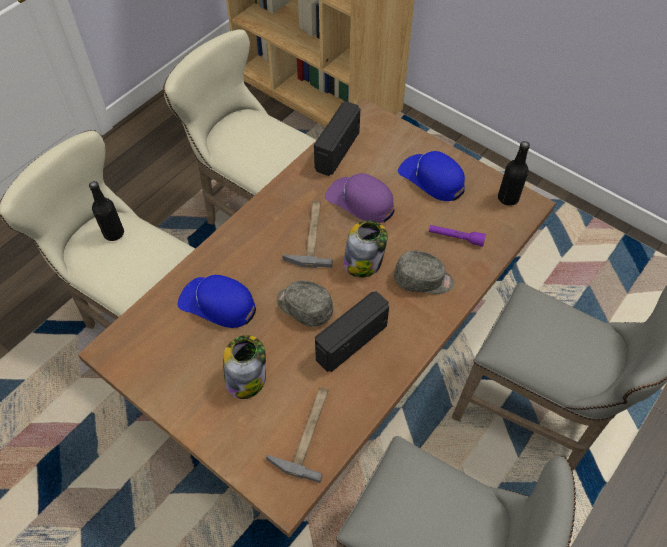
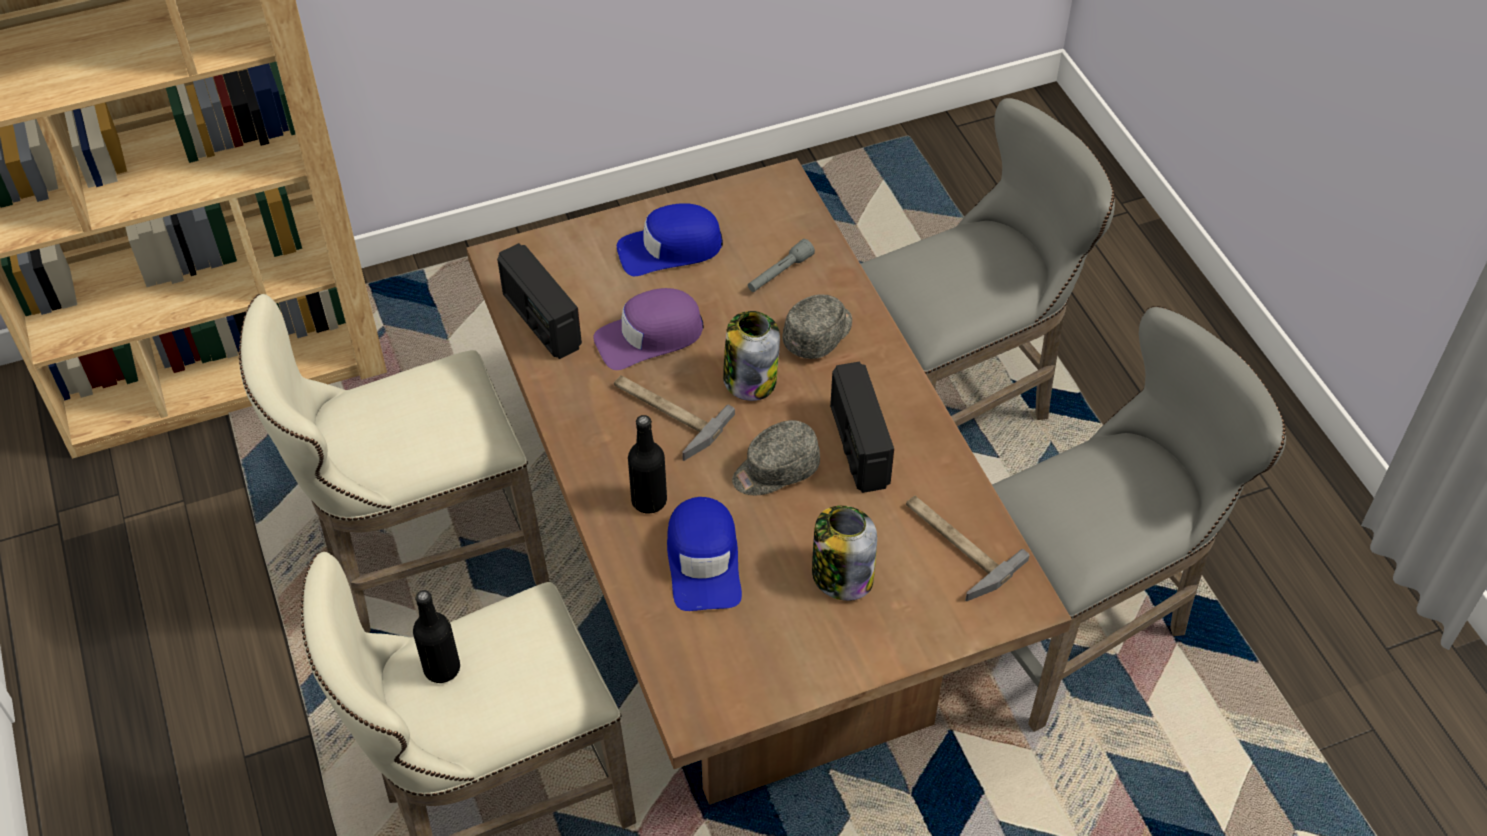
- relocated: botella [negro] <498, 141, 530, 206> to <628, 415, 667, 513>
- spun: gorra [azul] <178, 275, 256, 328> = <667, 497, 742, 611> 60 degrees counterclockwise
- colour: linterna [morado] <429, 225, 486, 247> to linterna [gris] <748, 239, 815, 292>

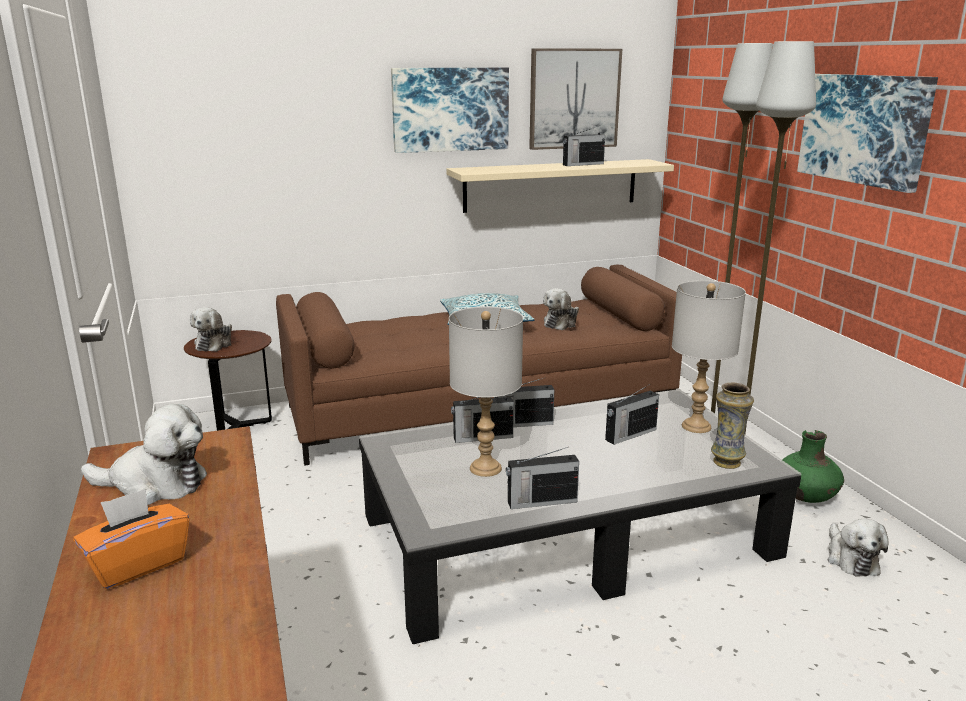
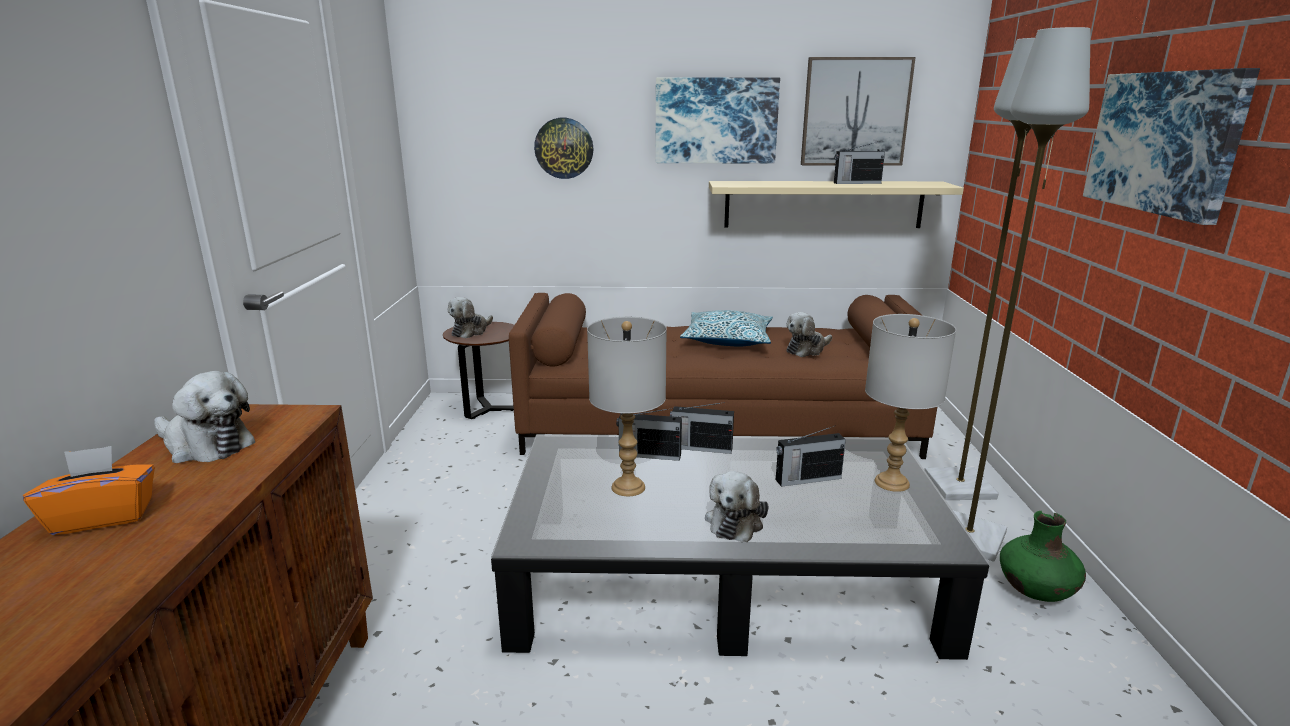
- appeared: reloj de pared <534, 118, 593, 179>
- relocated: peluche <827, 519, 888, 577> to <705, 471, 769, 542>
- missing: radio <506, 447, 579, 509>
- missing: florero <711, 383, 754, 469>

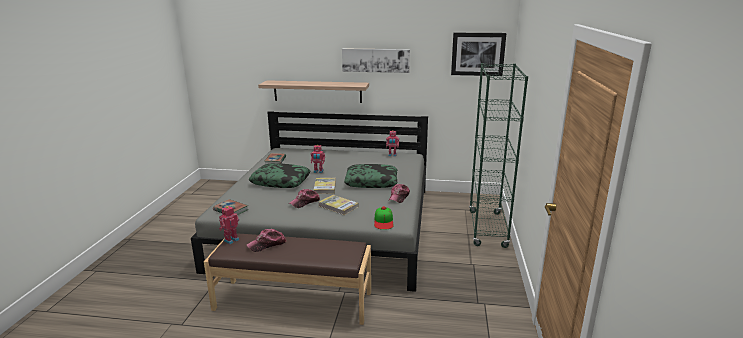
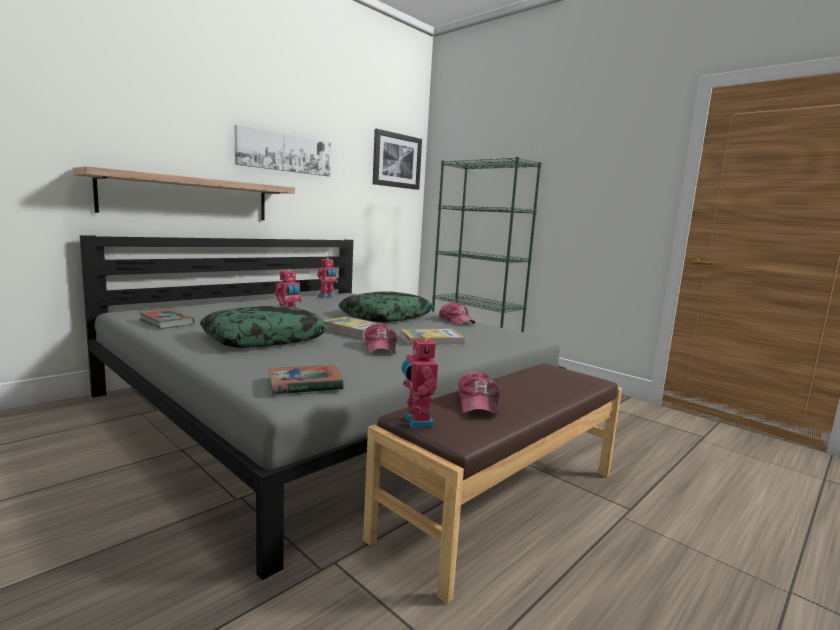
- missing: gorra <374, 206, 394, 230>

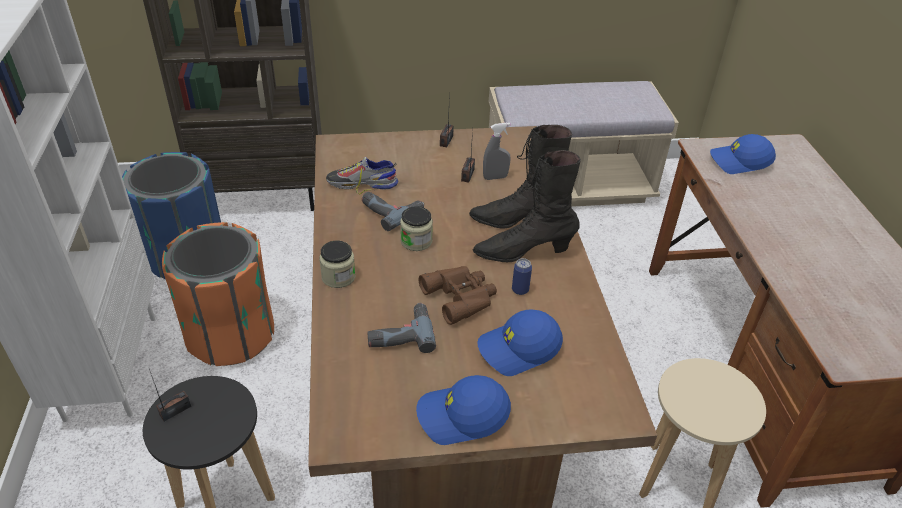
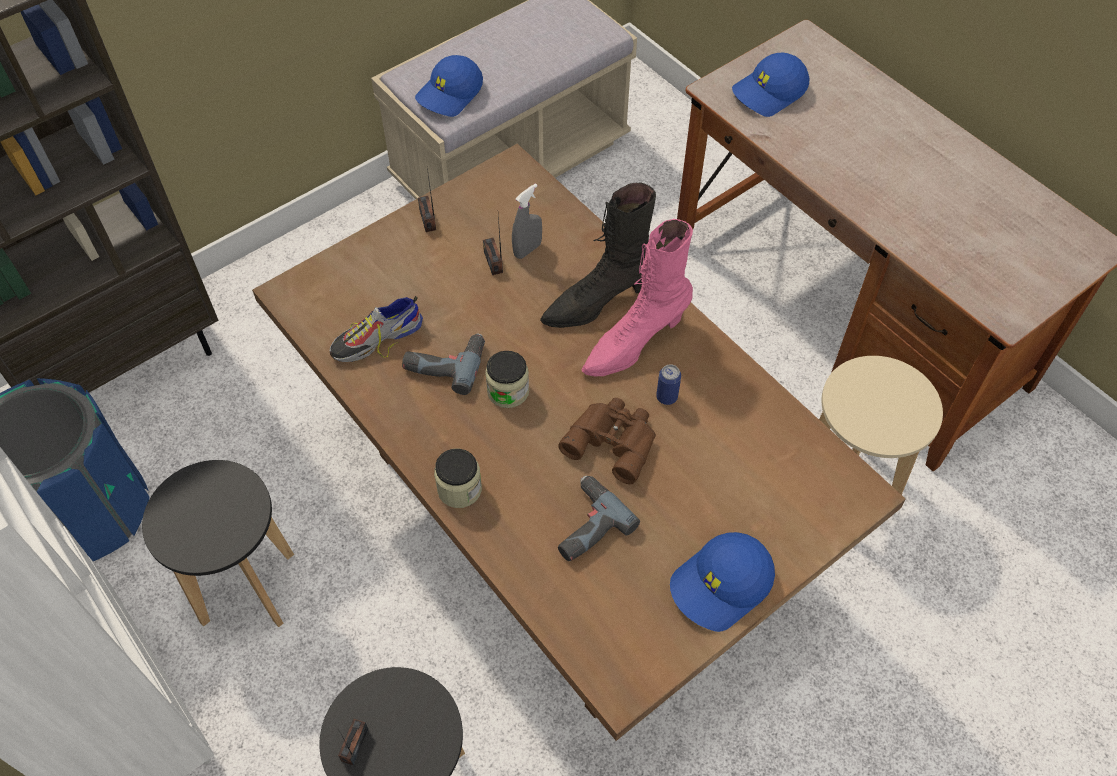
- exchanged: papelera [naranja] <162, 222, 274, 366> to taburete [negro] <142, 460, 294, 627>
- relocated: gorra [azul] <477, 309, 563, 376> to <415, 55, 483, 117>
- colour: bota [negro] <473, 150, 581, 262> to bota [rosa] <582, 219, 693, 377>

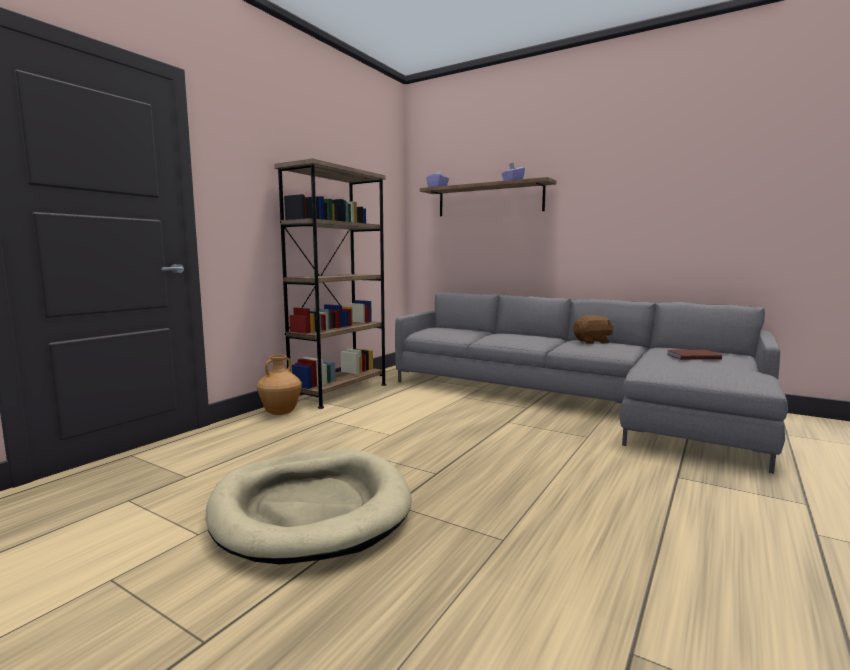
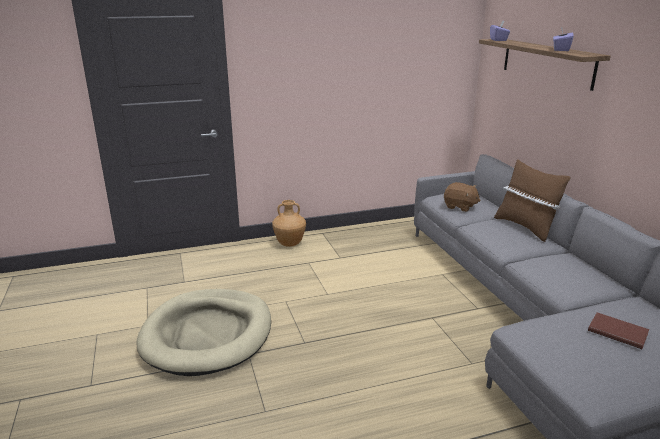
- relocated: peluche [marrón] <573, 315, 614, 344> to <444, 182, 481, 212>
- appeared: cojín [marrón] <494, 159, 571, 242>
- missing: estantería [marrón] <275, 158, 386, 409>

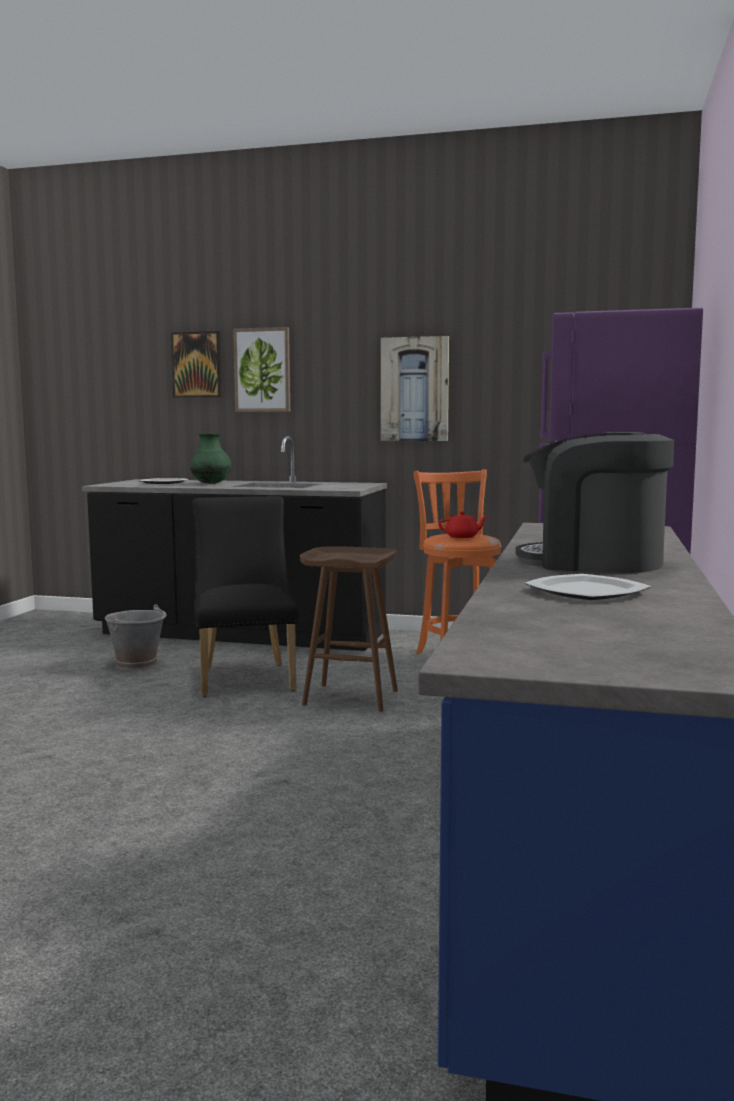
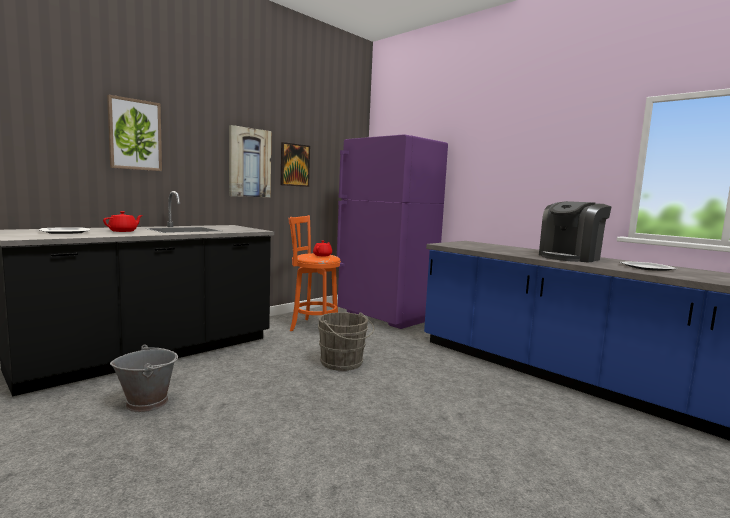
- exchanged: florero [verde] <190, 434, 231, 484> to tetera [rojo] <103, 211, 143, 232>
- relocated: cuadro <171, 331, 222, 398> to <281, 142, 310, 187>
- exchanged: taburete [marrón] <300, 546, 398, 712> to cubo [gris] <318, 312, 374, 371>
- missing: silla [negro] <192, 496, 299, 697>

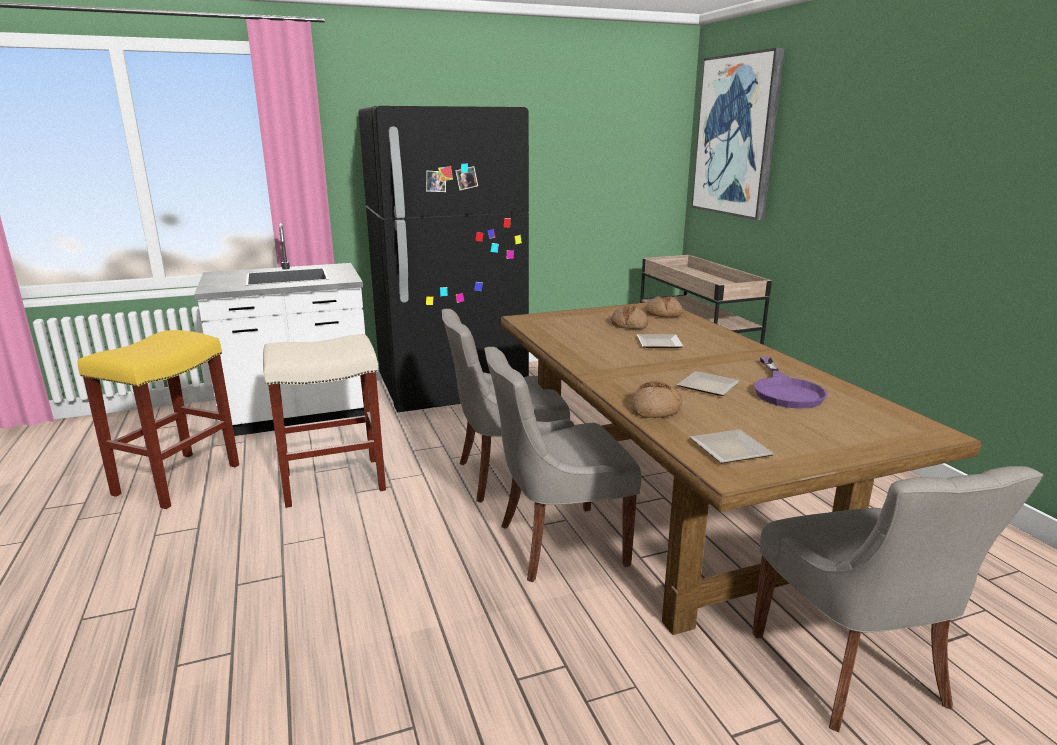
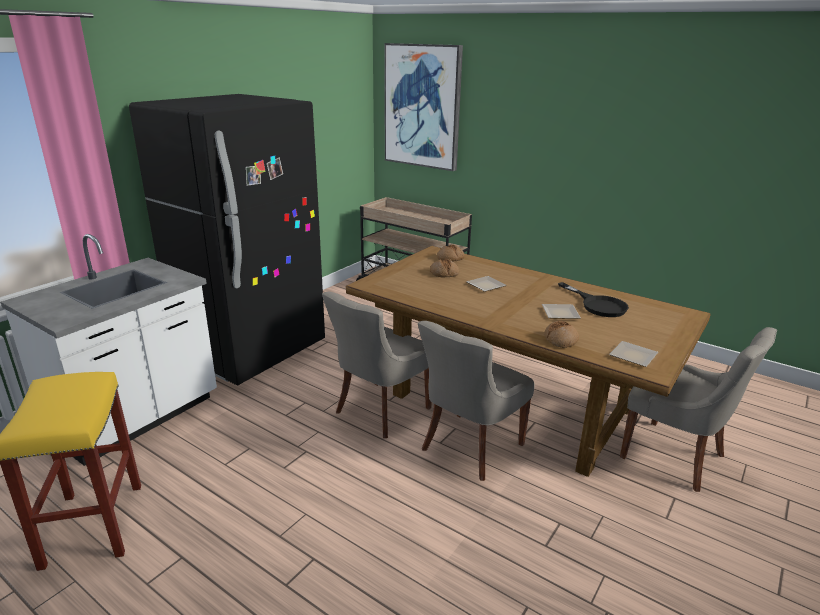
- colour: sartén [morado] <754, 357, 828, 409> to sartén [negro] <558, 282, 629, 317>
- missing: taburete [beis] <263, 334, 386, 508>

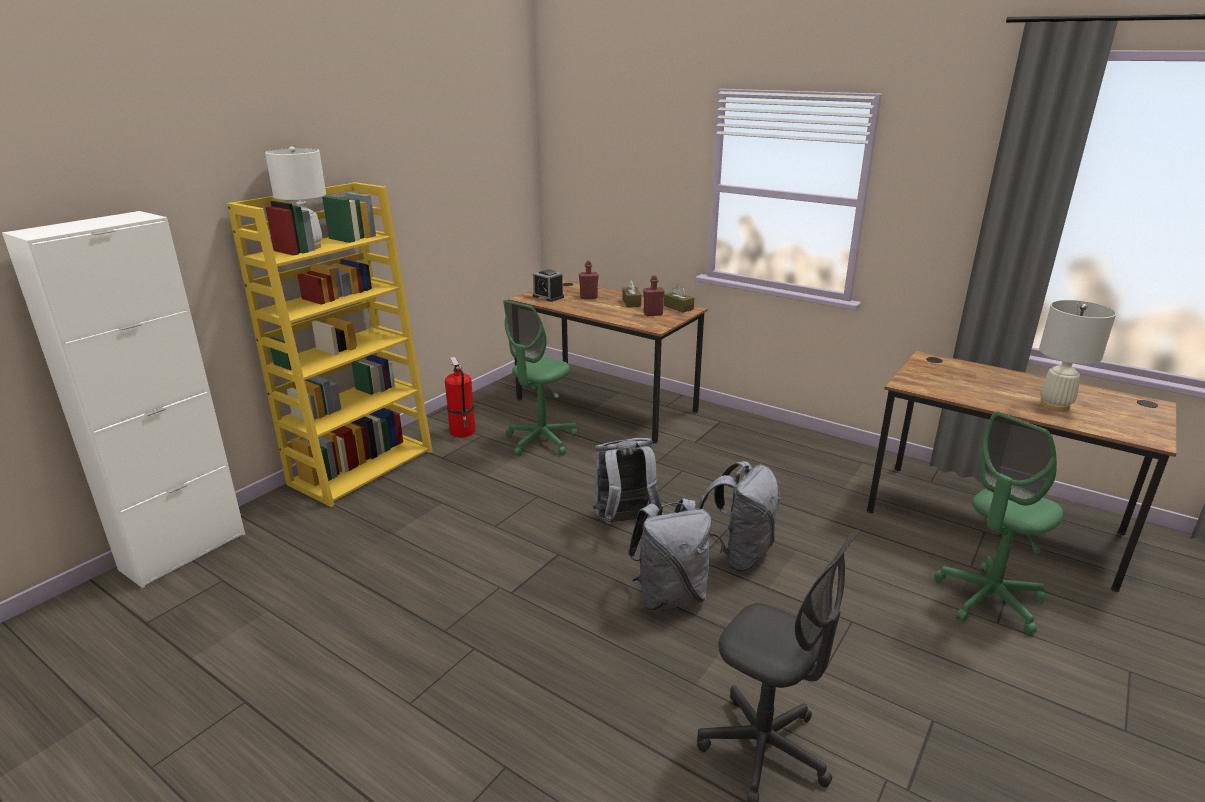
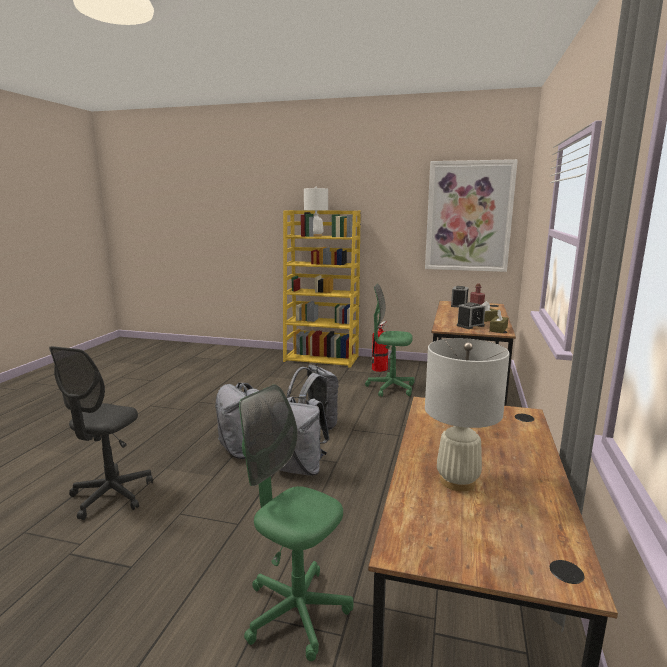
- appeared: cuadro <425, 159, 518, 272>
- exchanged: botella [rojo] <643, 275, 665, 316> to despertador <457, 302, 485, 329>
- missing: armario [blanco] <2, 211, 245, 588>

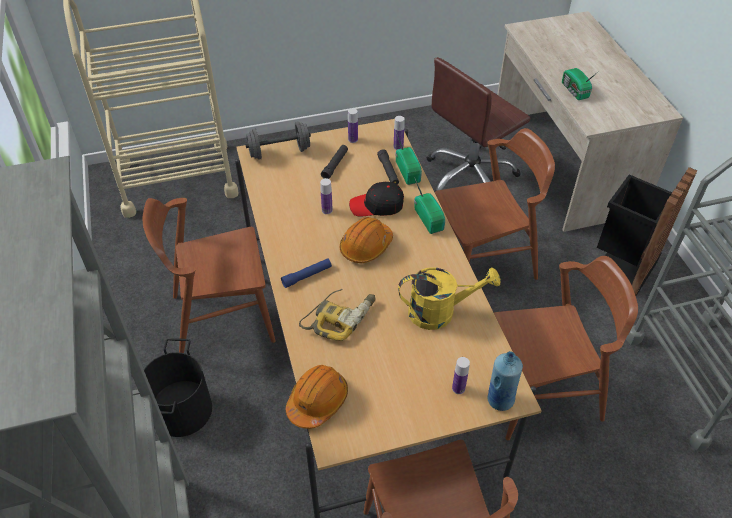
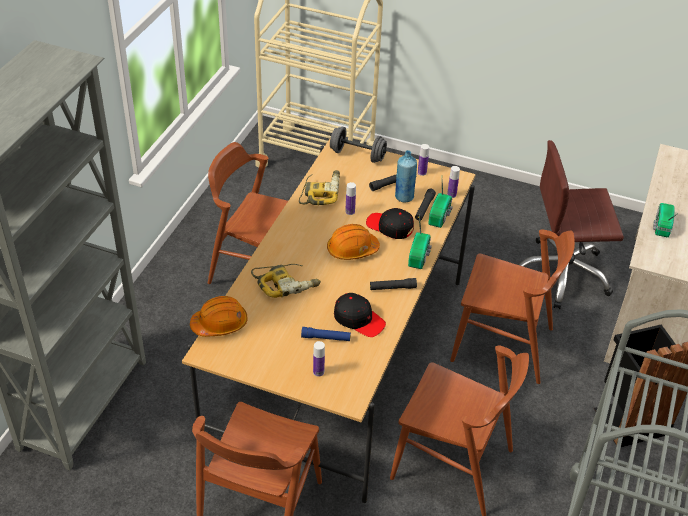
- appeared: taladro <299, 170, 340, 205>
- relocated: linterna [azul] <281, 258, 332, 288> to <301, 327, 351, 341>
- exchanged: regadera [amarillo] <398, 267, 501, 330> to gorra [negro] <334, 293, 386, 337>
- appeared: linterna [negro] <370, 278, 417, 290>
- relocated: botella [azul] <487, 351, 523, 411> to <395, 150, 417, 202>
- missing: cubo [negro] <144, 338, 212, 437>

